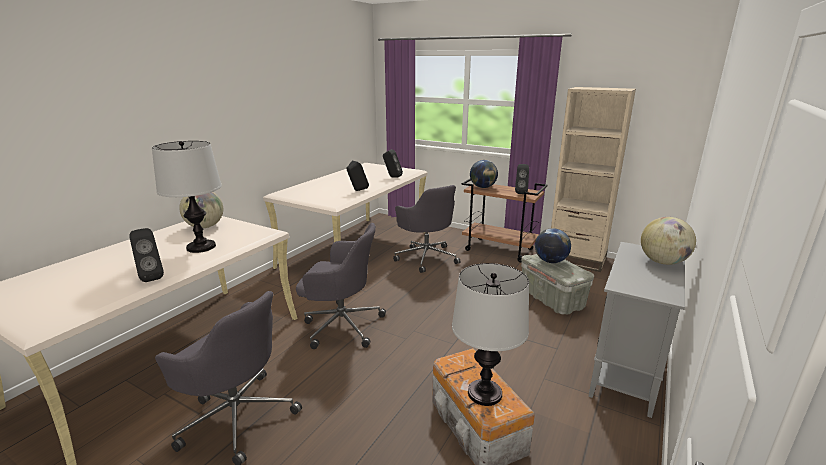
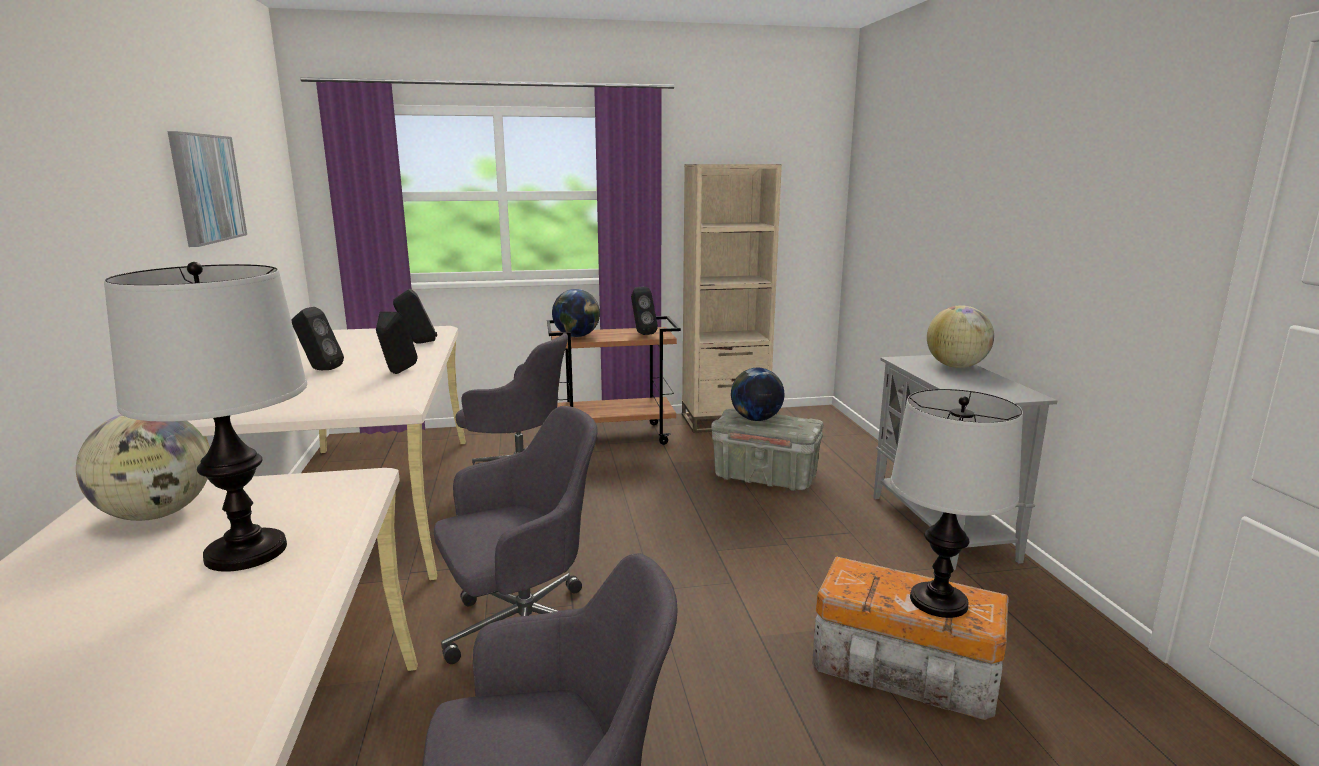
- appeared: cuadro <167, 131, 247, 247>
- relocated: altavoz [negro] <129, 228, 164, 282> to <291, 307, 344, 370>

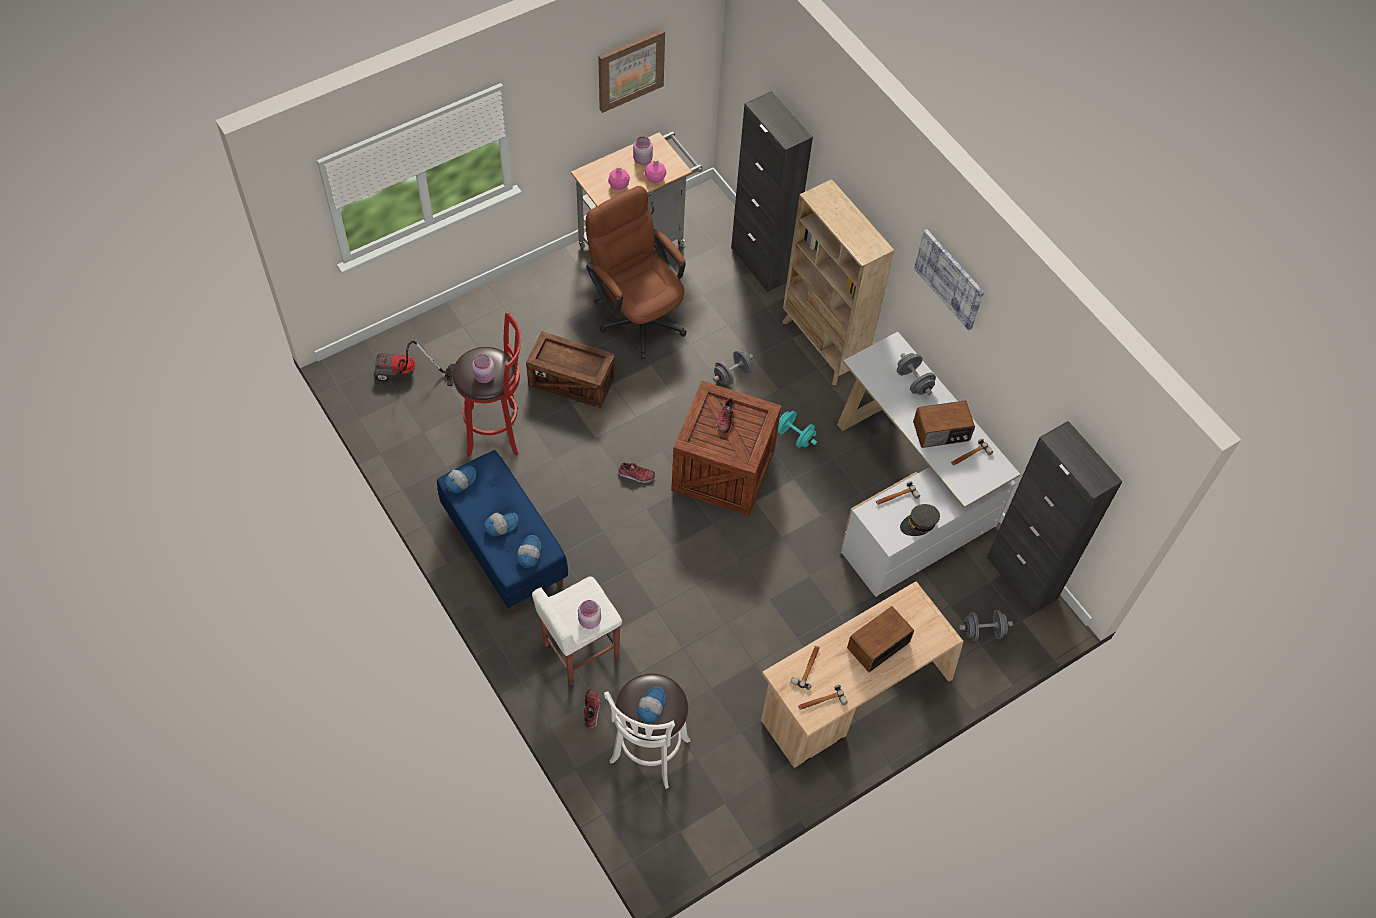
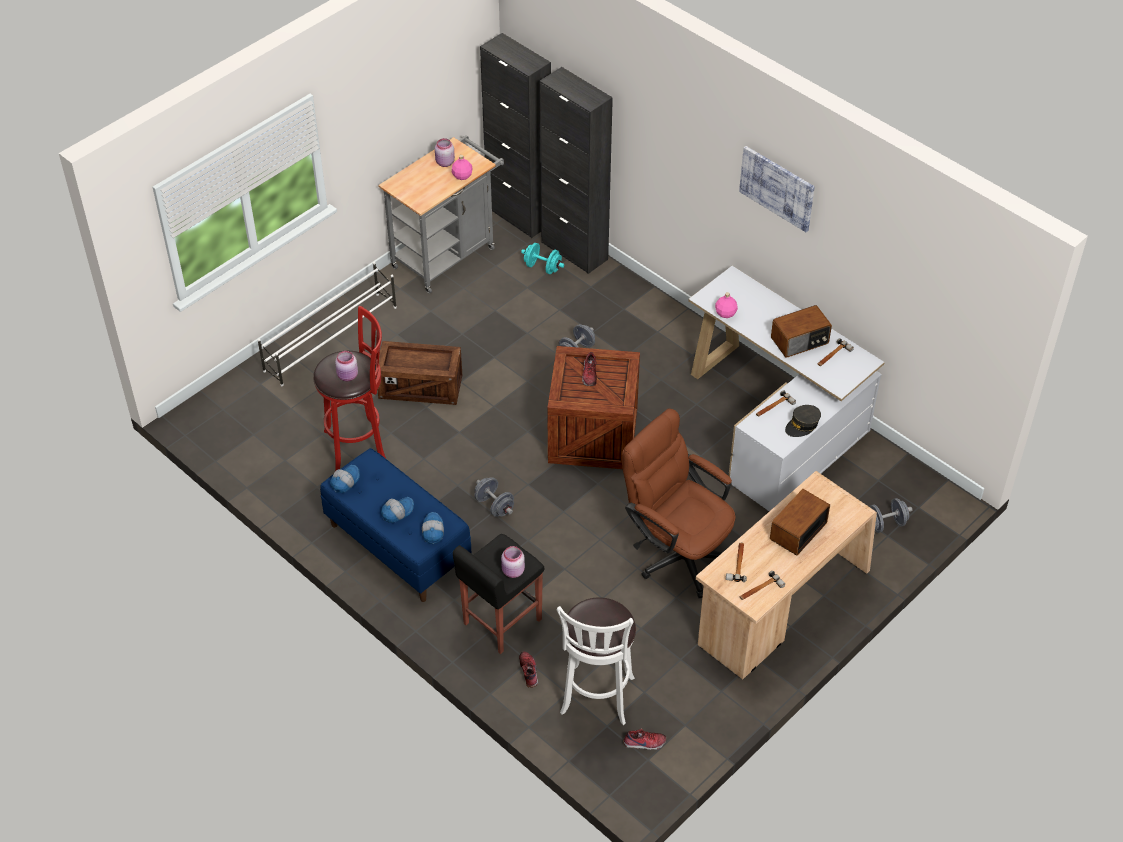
- appeared: zapatero [blanco] <257, 262, 397, 386>
- colour: taburete [blanco] <532, 576, 622, 685> to taburete [negro] <453, 534, 545, 654>
- relocated: mancuerna [gris] <897, 353, 936, 395> to <474, 477, 514, 517>
- relocated: armario [negro] <987, 421, 1123, 614> to <480, 33, 551, 238>
- relocated: mancuerna [turquesa] <778, 411, 817, 448> to <521, 243, 564, 274>
- relocated: silla de oficina [marrón] <586, 186, 687, 359> to <622, 409, 736, 598>
- relocated: zapato <618, 462, 655, 483> to <623, 729, 666, 750>
- relocated: botella [rosa] <608, 165, 630, 190> to <715, 292, 738, 318>
- missing: aspiradora <374, 341, 455, 386>
- missing: cuadro <598, 29, 665, 113>
- missing: gorra <637, 686, 666, 723>
- missing: estantería [beis] <782, 179, 895, 385>

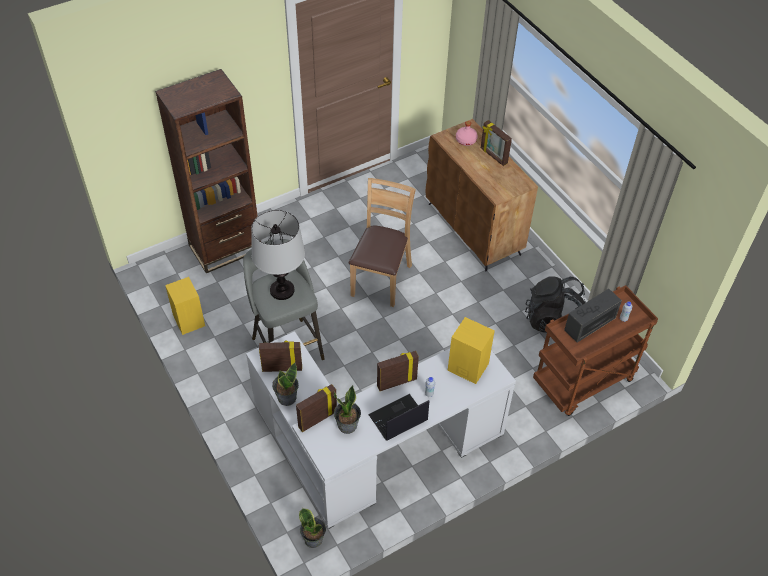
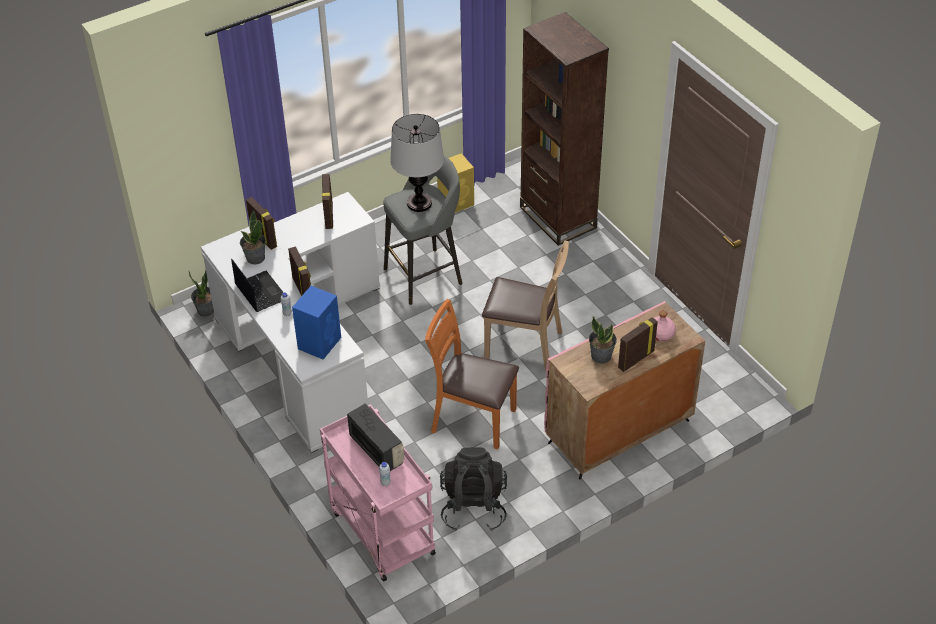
- colour: altavoz [amarillo] <448, 317, 495, 384> to altavoz [azul] <292, 286, 341, 360>
- colour: carrito [marrón] <533, 285, 658, 416> to carrito [rosa] <320, 404, 436, 581>
- appeared: silla [naranja] <425, 299, 519, 449>
- colour: armario [marrón] <426, 119, 538, 272> to armario [rosa] <544, 301, 705, 480>
- relocated: planta en maceta <272, 363, 299, 406> to <589, 316, 617, 364>

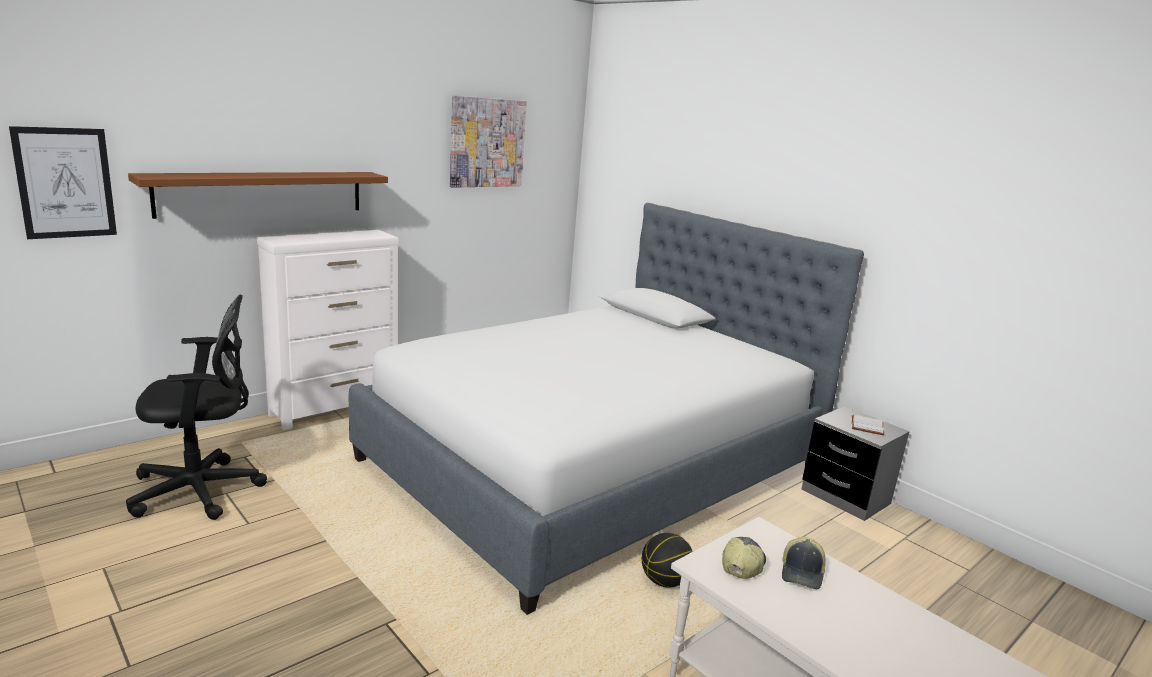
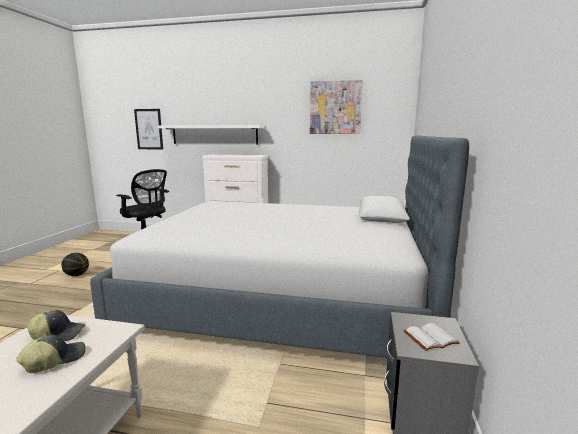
- spun: gorra <782, 537, 826, 589> = <16, 335, 86, 373> 150 degrees clockwise
- relocated: balón de baloncesto <642, 533, 693, 587> to <61, 253, 89, 276>
- colour: estante [marrón] <128, 172, 388, 219> to estante [blanco] <158, 125, 264, 145>

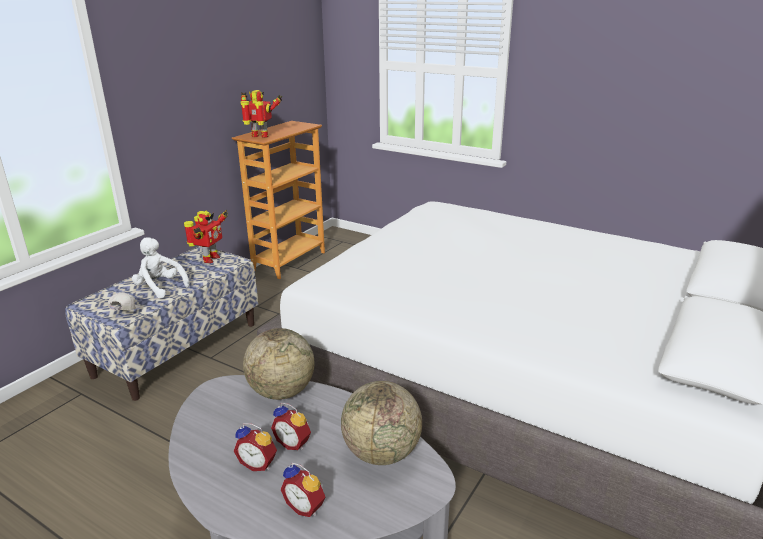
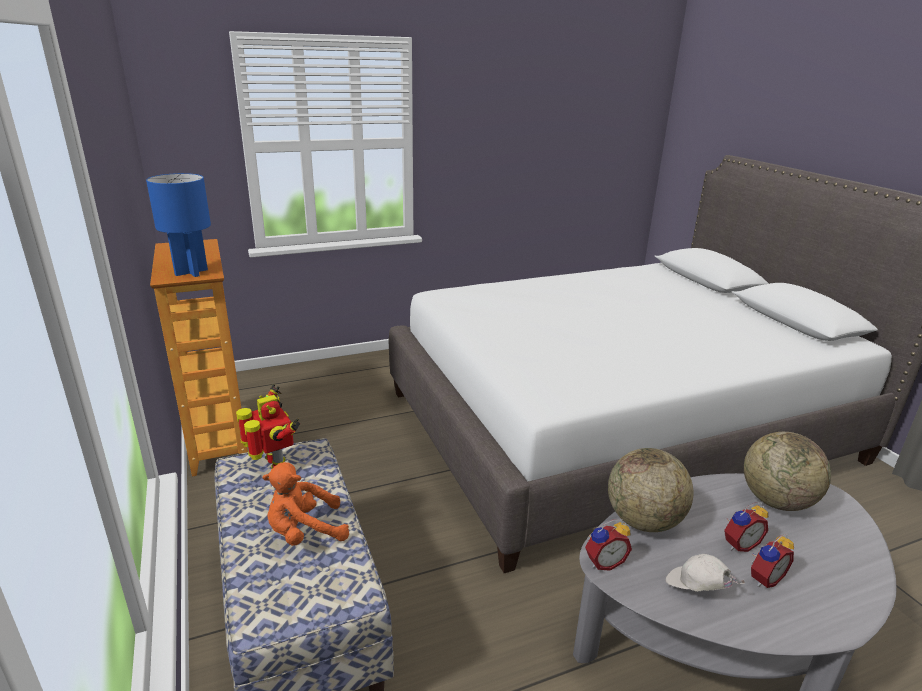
- exchanged: robot de juguete <241, 90, 282, 138> to lámpara de mesa [azul] <146, 173, 211, 277>
- colour: peluche [blanco] <132, 237, 190, 299> to peluche [naranja] <263, 462, 349, 546>
- relocated: despertador <280, 463, 325, 517> to <585, 519, 632, 571>
- relocated: gorra [blanco] <108, 292, 141, 311> to <665, 554, 745, 591>

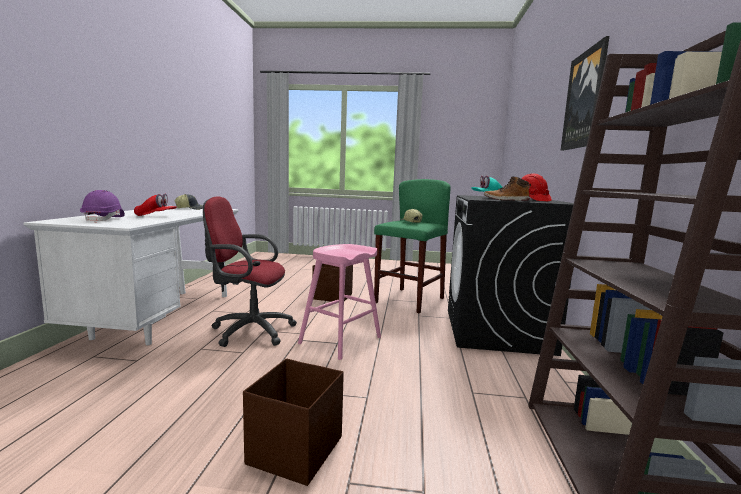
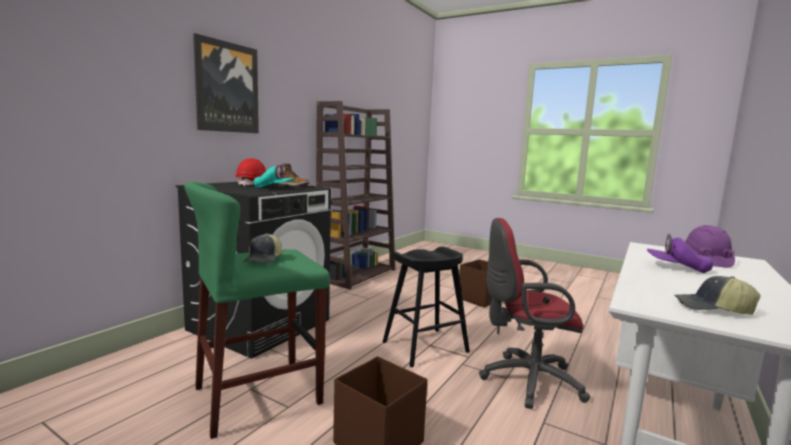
- colour: taburete [rosa] <298, 244, 381, 360> to taburete [negro] <383, 247, 470, 367>
- spun: silla de oficina [rojo] <203, 196, 297, 347> = <479, 218, 590, 409> 150 degrees clockwise
- colour: gorra [rojo] <134, 194, 177, 216> to gorra [morado] <647, 234, 713, 273>

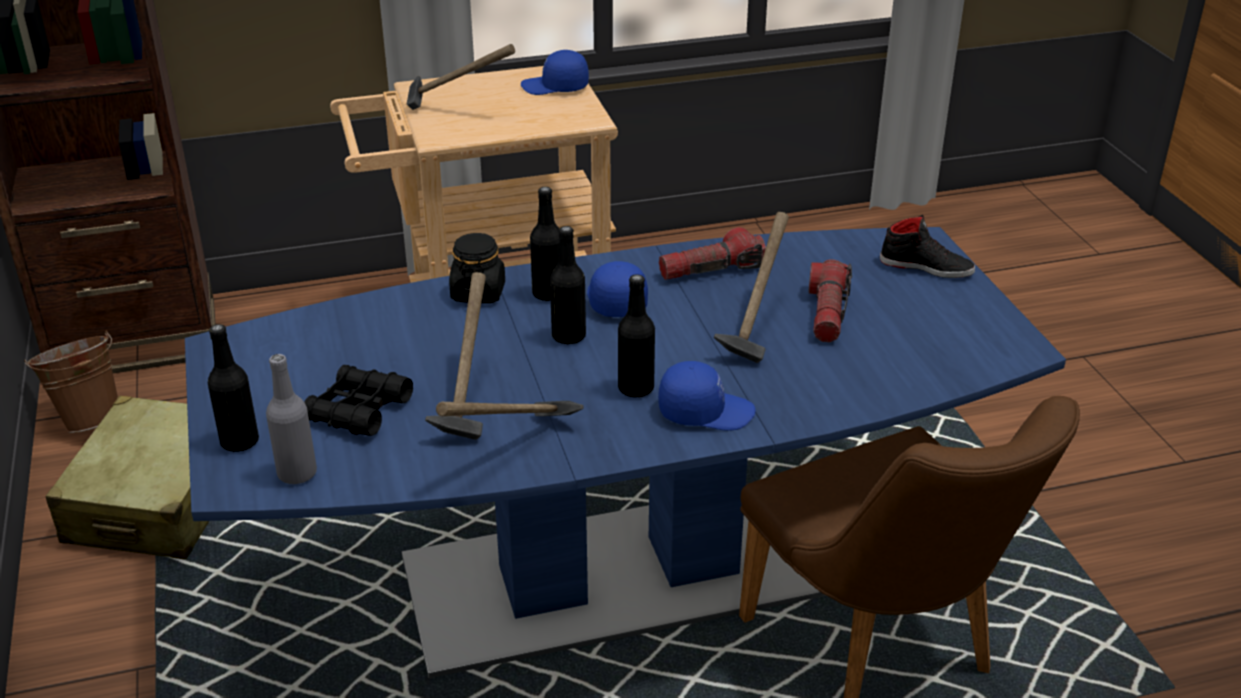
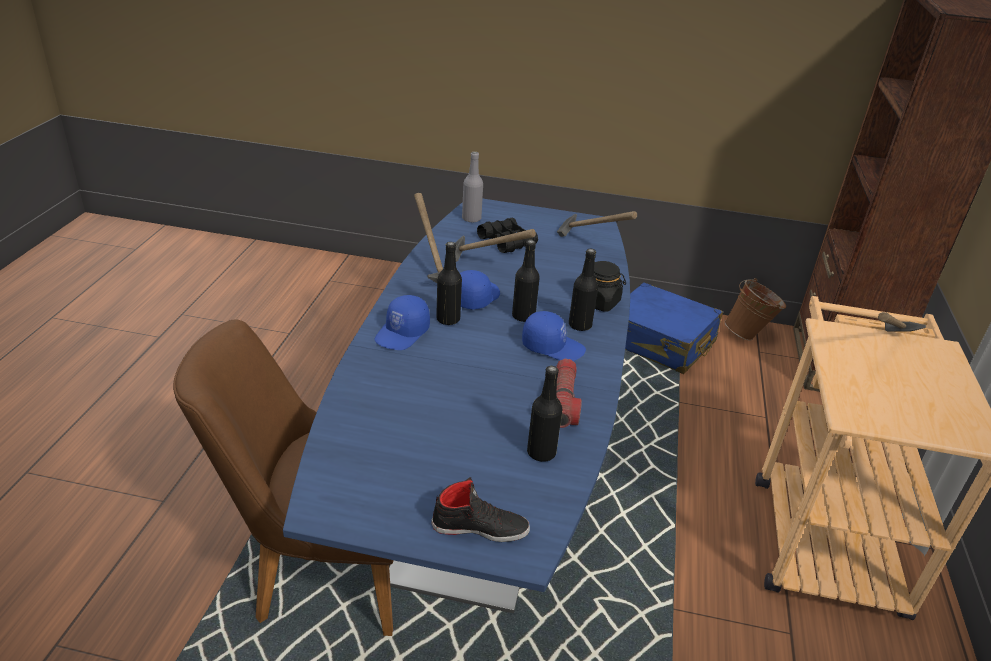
- spun: zapato [negro] <880, 215, 975, 278> = <432, 477, 530, 542> 135 degrees counterclockwise
- relocated: gorra [azul] <521, 50, 589, 95> to <460, 270, 500, 310>
- relocated: botella [negro] <208, 324, 259, 452> to <527, 366, 562, 462>
- relocated: martillo <714, 212, 789, 363> to <557, 211, 637, 237>
- colour: maleta [beis] <45, 396, 209, 559> to maleta [azul] <625, 282, 723, 374>
- missing: linterna <808, 259, 852, 342>

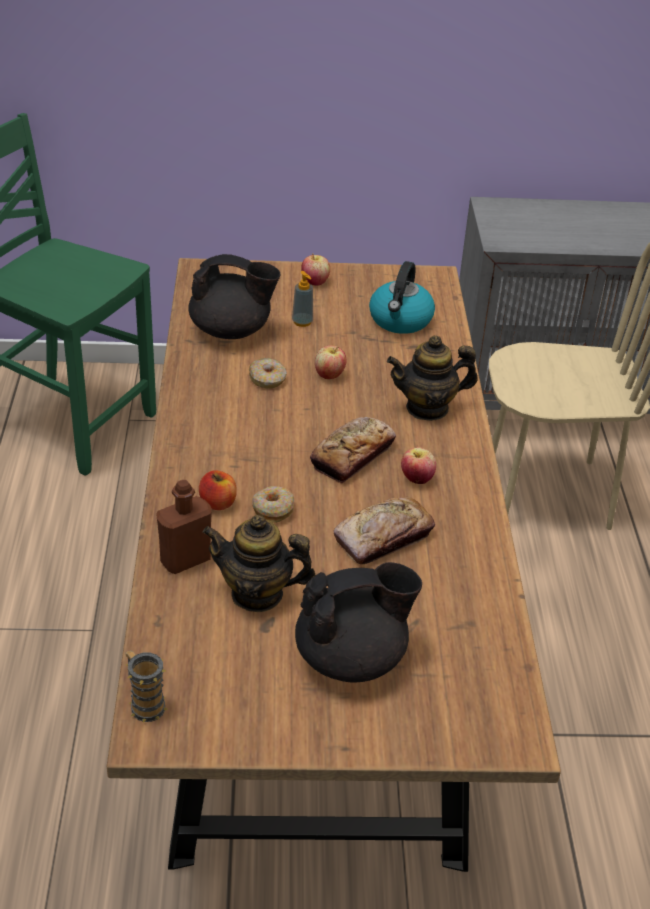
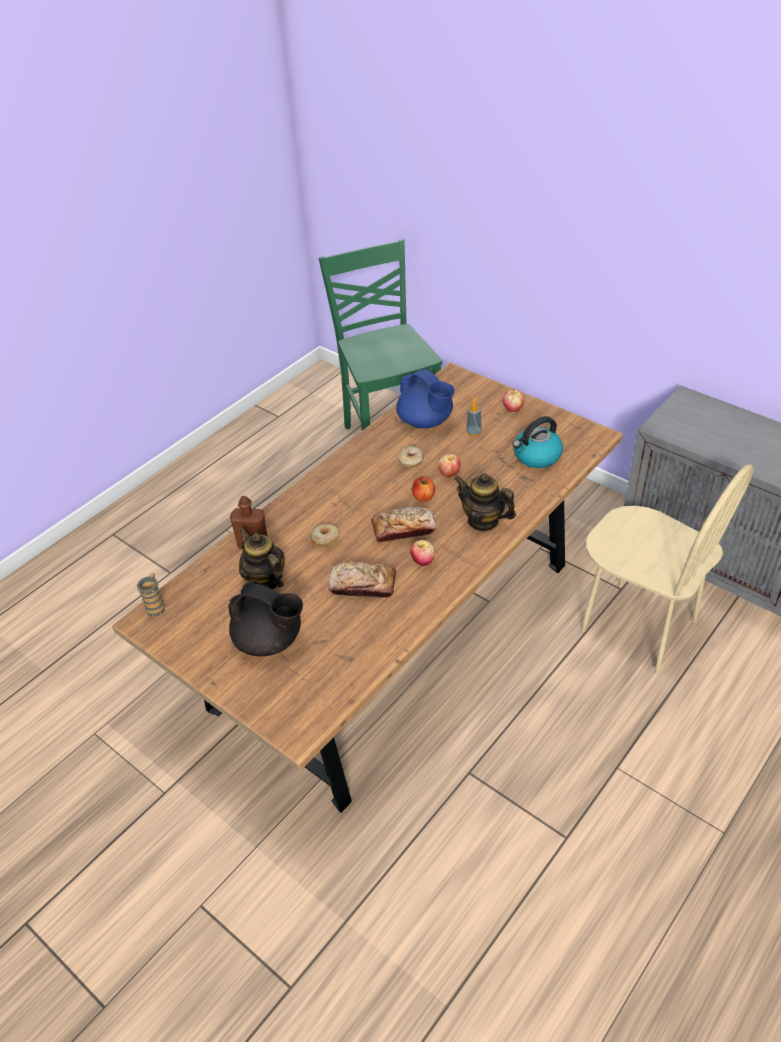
- colour: tetera [negro] <188, 254, 281, 339> to tetera [azul] <396, 369, 455, 429>
- relocated: manzana <199, 470, 237, 510> to <412, 476, 435, 502>

